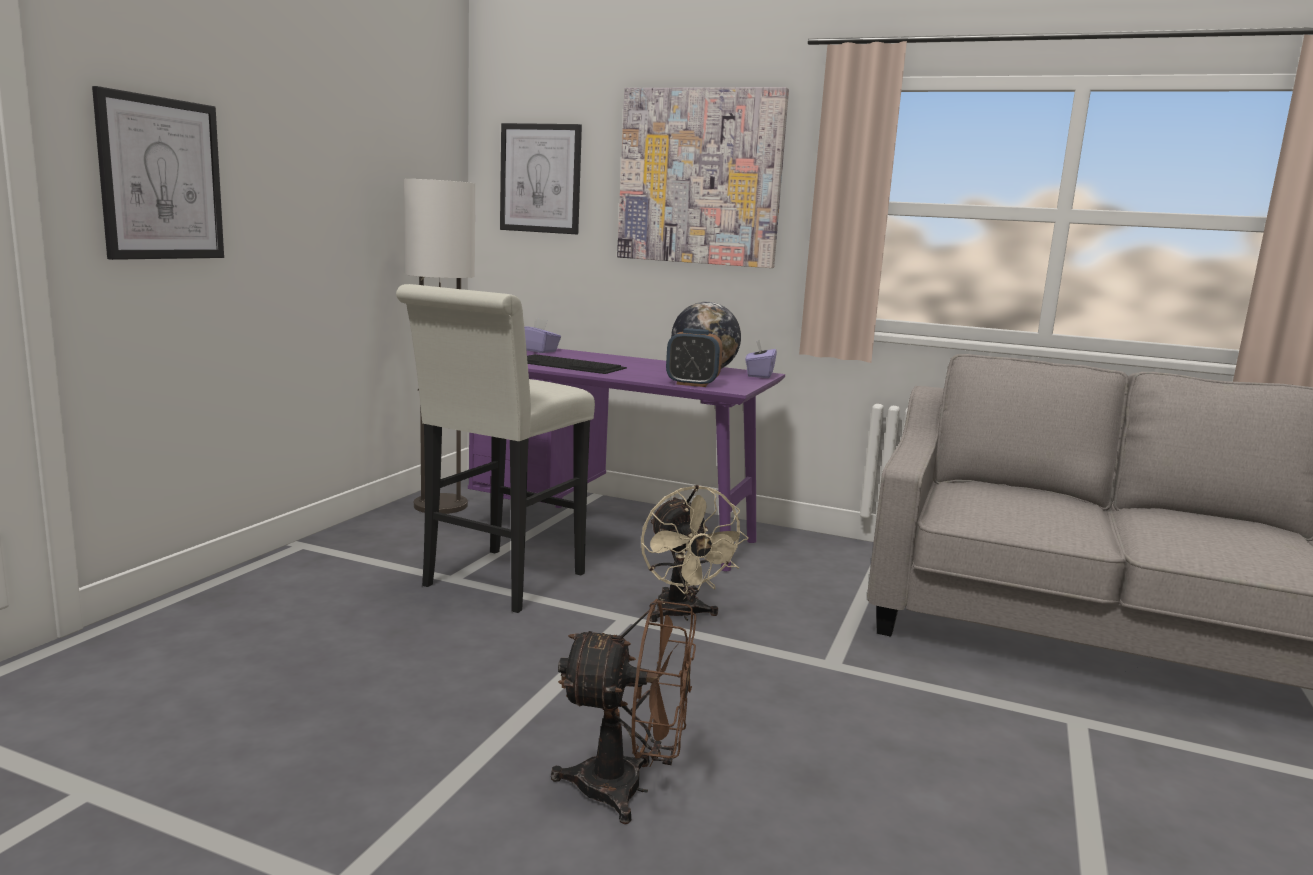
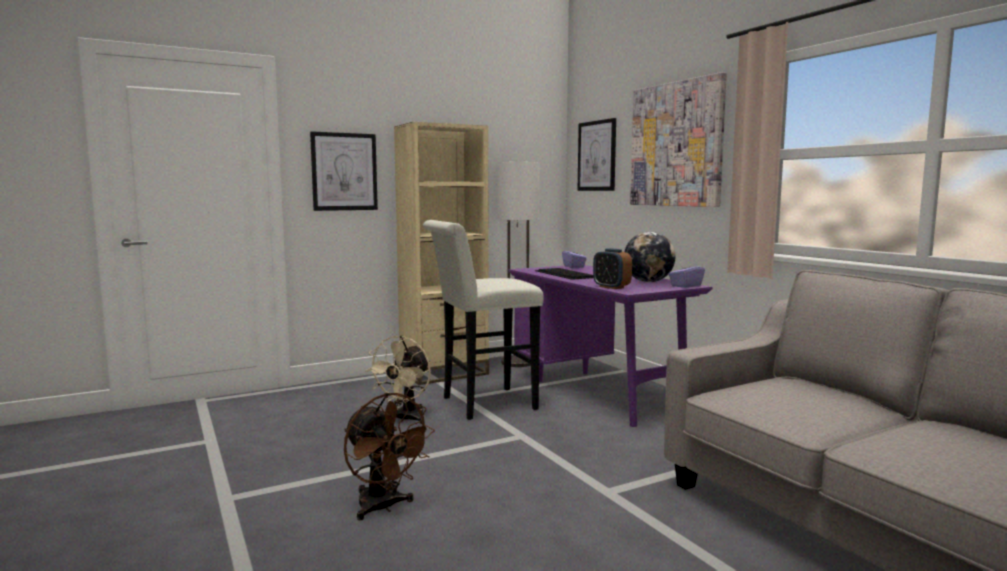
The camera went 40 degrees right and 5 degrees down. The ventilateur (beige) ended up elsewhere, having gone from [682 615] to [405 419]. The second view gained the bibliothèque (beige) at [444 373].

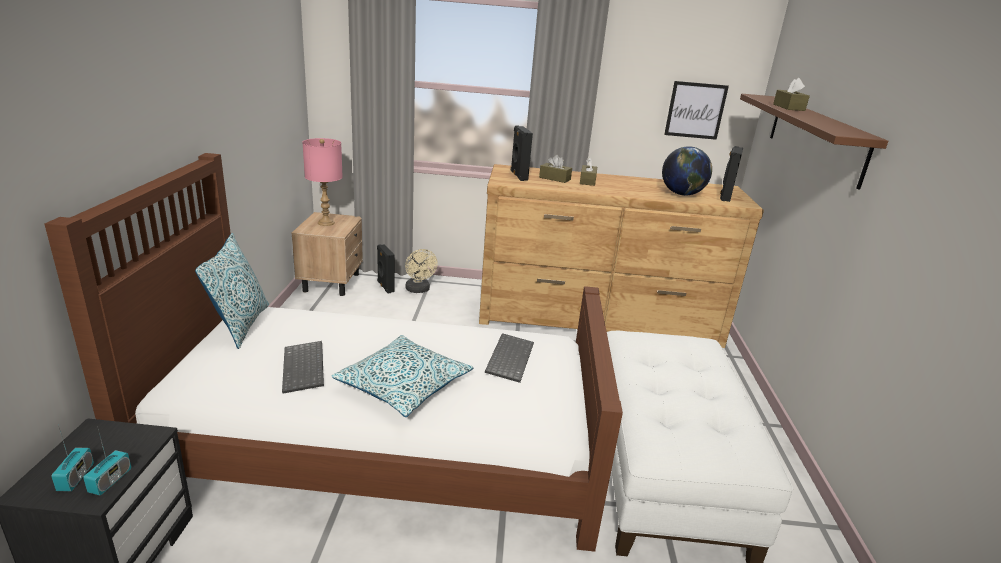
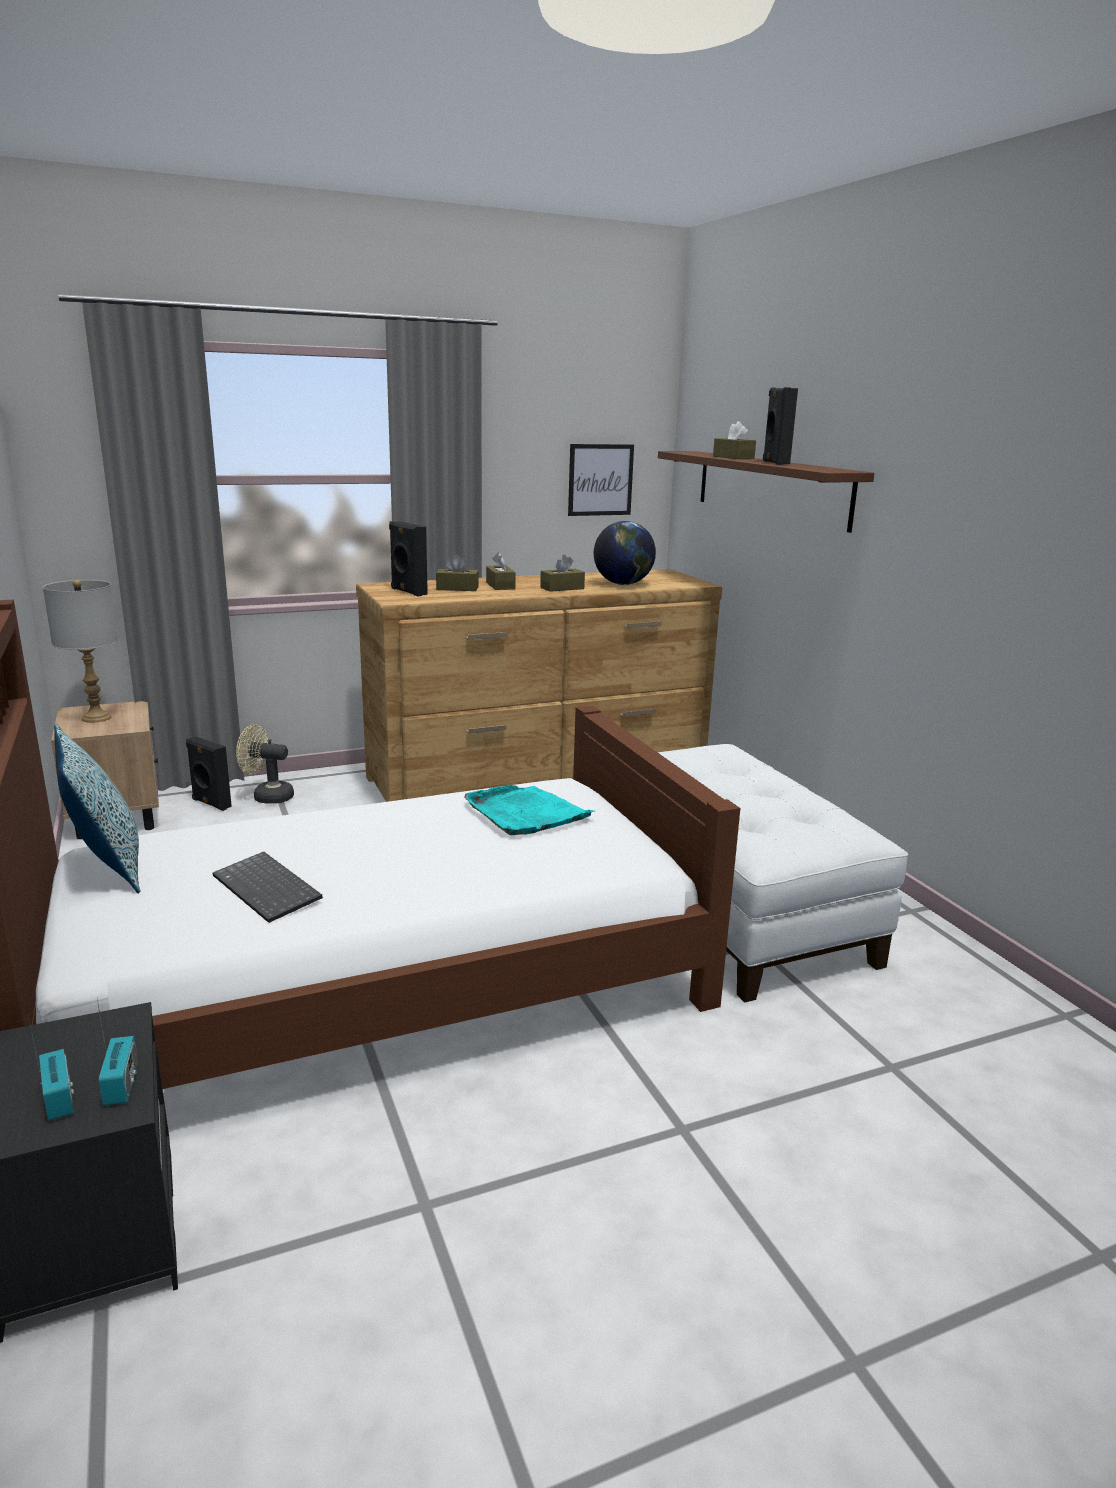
The camera went 25 degrees left and 5 degrees down. What was the lampe de table (rose) at [326 223] turned into the lampe de table (gris) at [97 718]. The second view lost the coussin at [403 385]. The ventilateur (beige) at [419 290] ended up facing another way, 150 degrees clockwise from before. Where the clavier stood at [509 358], the plateau (turquoise) came to stand at [526 813]. The enceinte (noir) ended up elsewhere, having gone from [725 196] to [774 463]. The second view gained the boîte à mouchoirs (marron) at [562 588].

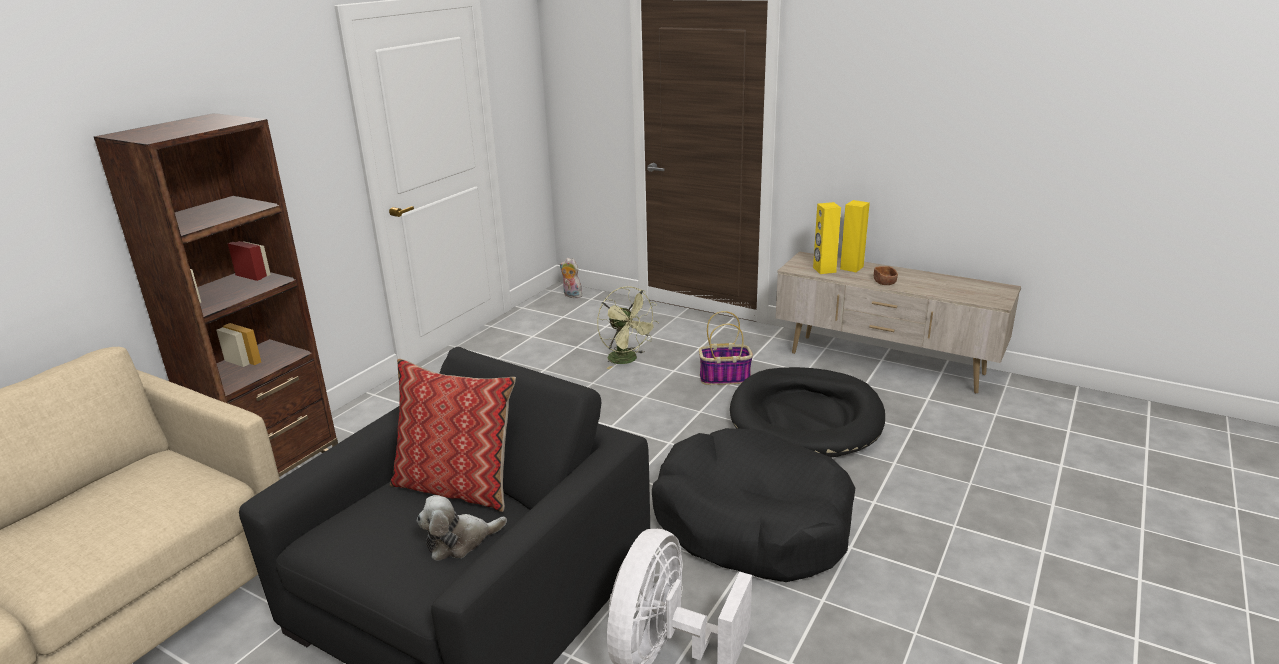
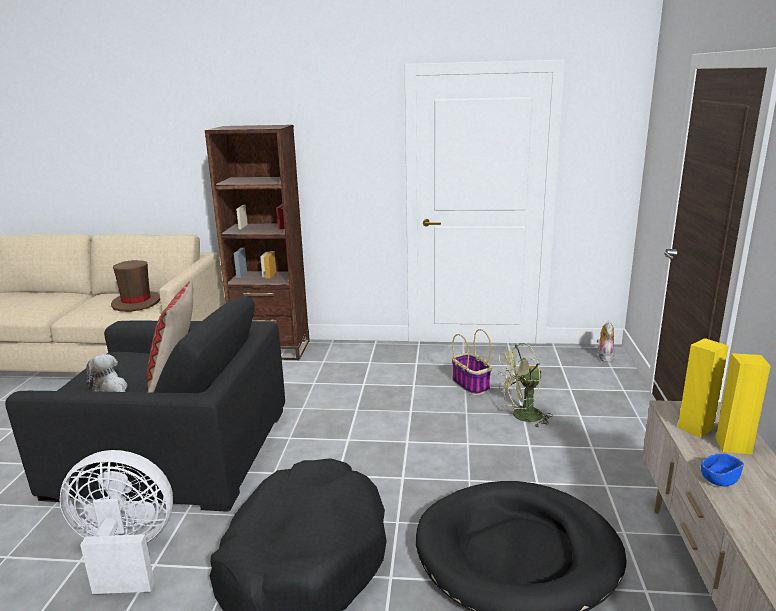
The camera went 65 degrees right and 5 degrees down. The ventilateur (vert) at [627 360] ended up facing another way, 45 degrees clockwise from before. The panier ended up elsewhere, having gone from [725 378] to [471 385]. What was the bol (marron) at [884 282] turned into the bol (bleu) at [719 479]. The second view gained the chapeau (marron) at [136 303].

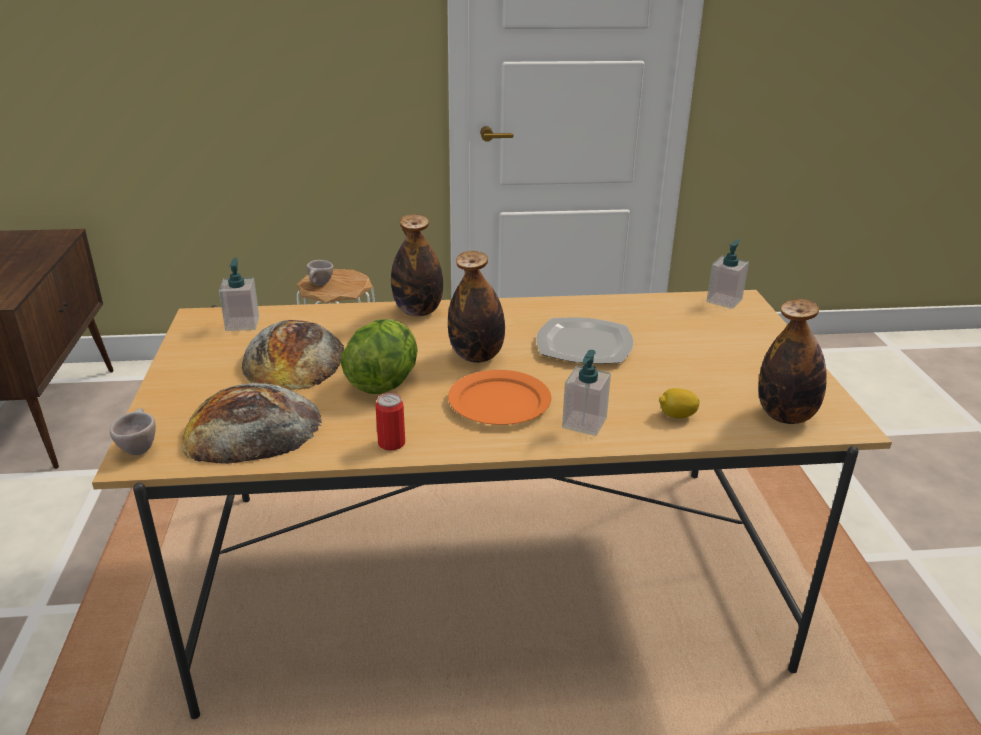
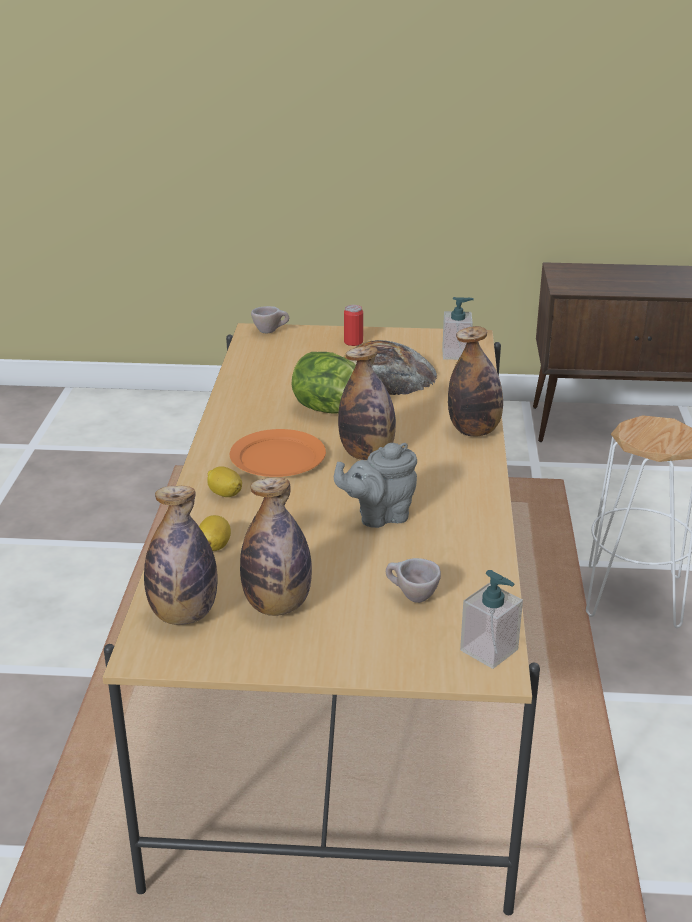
The camera went 100 degrees right and 0 degrees up. The second view lost the pain at [252 429]. The tasse (beige) ended up elsewhere, having gone from [319 285] to [411 597]. The boîte métallique ended up elsewhere, having gone from [391 443] to [353 342]. Where the assiette stood at [583 344], the théière (gris) came to stand at [379 516]. Where the distributeur de savon stood at [584 423], the citron came to stand at [225 494]. The second view gained the bouteille at [277 605].

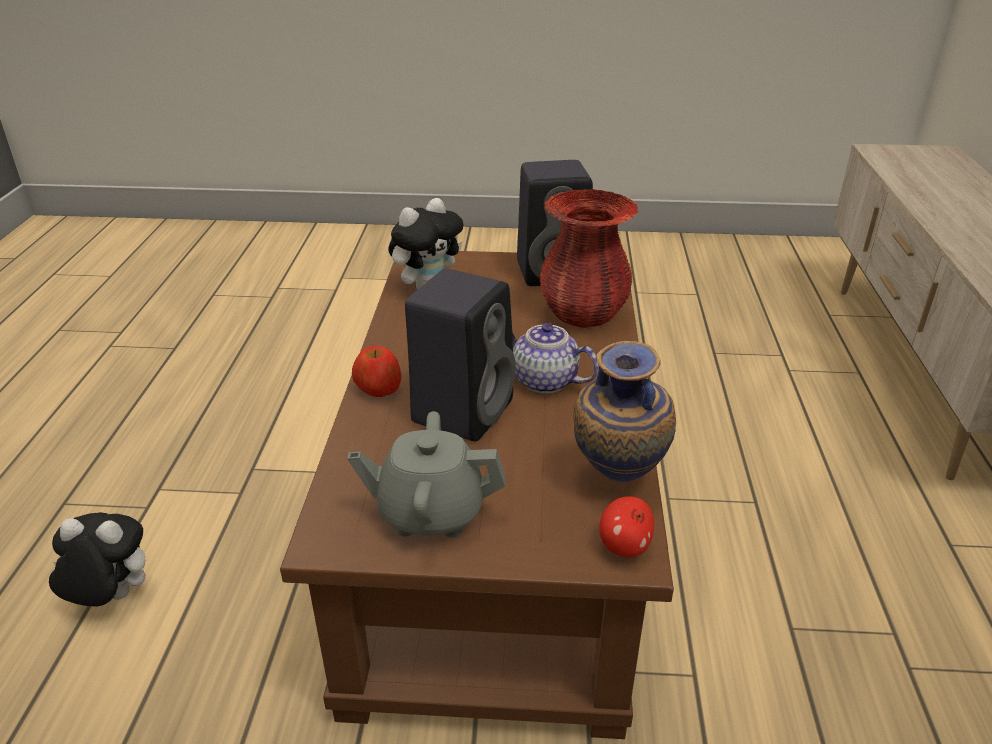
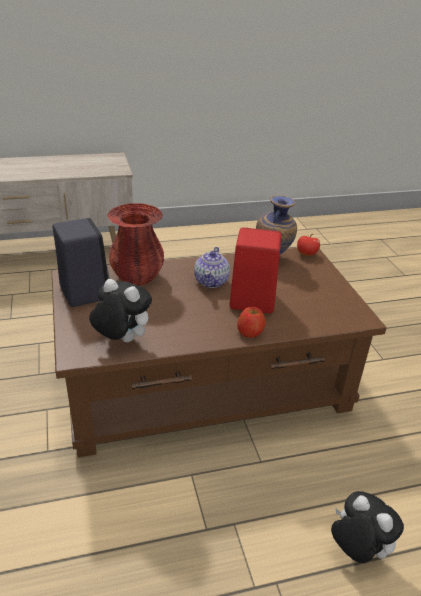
The camera went 110 degrees left and 0 degrees up. The peluche at [111 598] ended up facing another way, 150 degrees clockwise from before. The second view lost the théière (gris) at [430 513]. What was the enceinte (noir) at [463 409] turned into the enceinte (rouge) at [250 301].

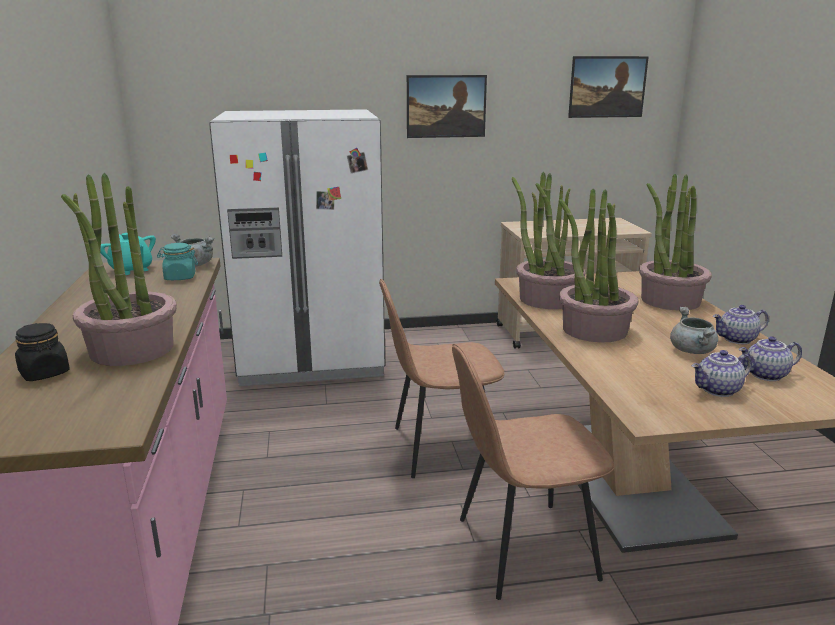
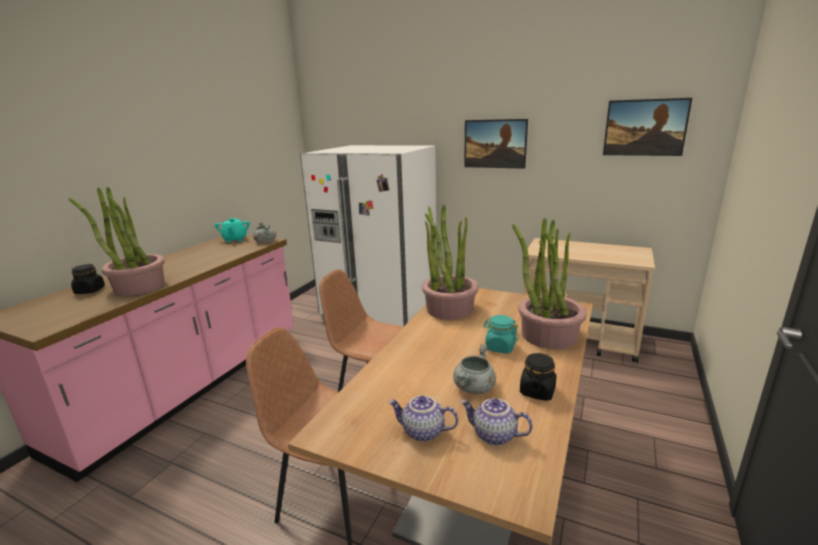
The camera went 35 degrees right and 0 degrees up. The bocal (turquoise) ended up elsewhere, having gone from [180 277] to [500 347]. The second view lost the plante en pot at [594 330]. Where the théière stood at [737 340], the bocal (noir) came to stand at [537 391].

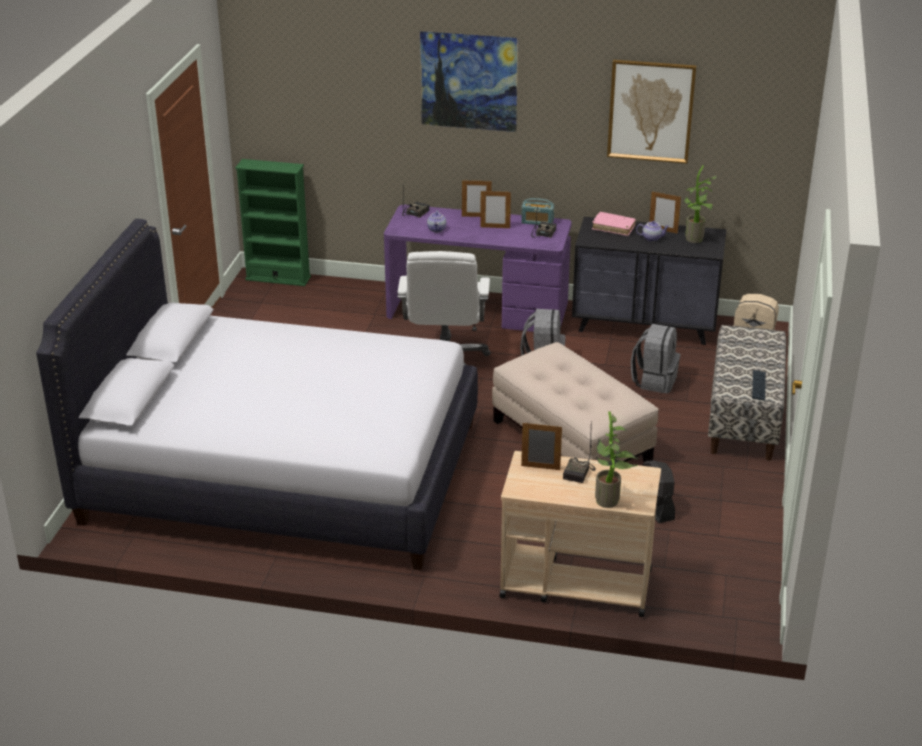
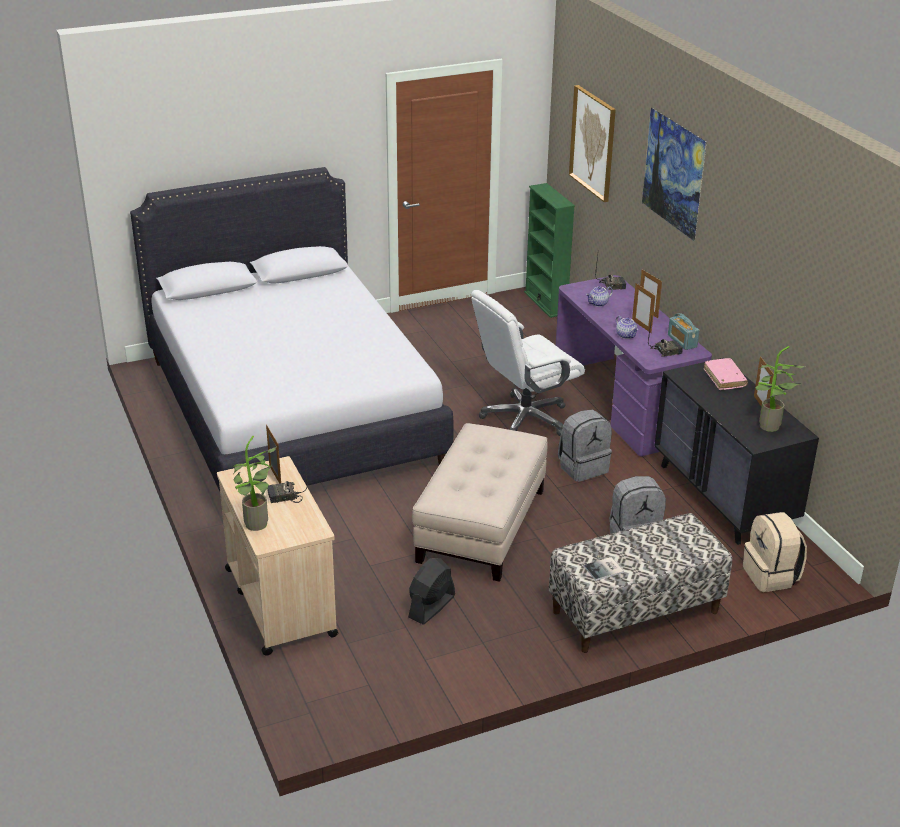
The camera went 55 degrees right and 0 degrees up. The tableau ended up elsewhere, having gone from [650 111] to [593 143]. The théière ended up elsewhere, having gone from [652 238] to [626 335]. Where the clavier stood at [758 386], the livre came to stand at [604 570].

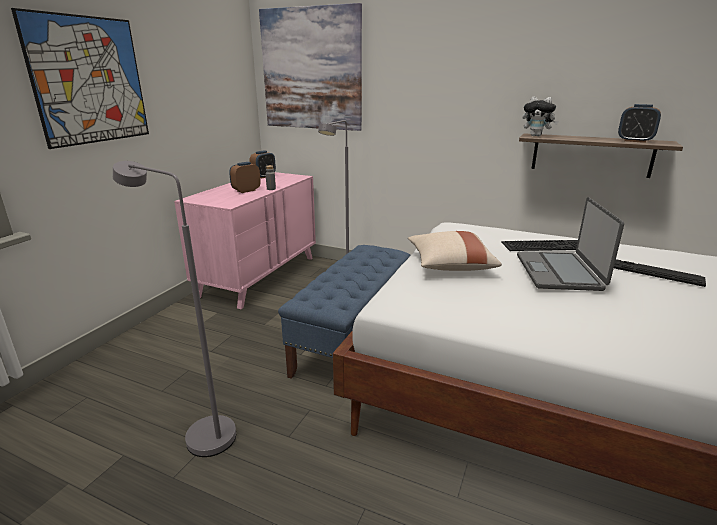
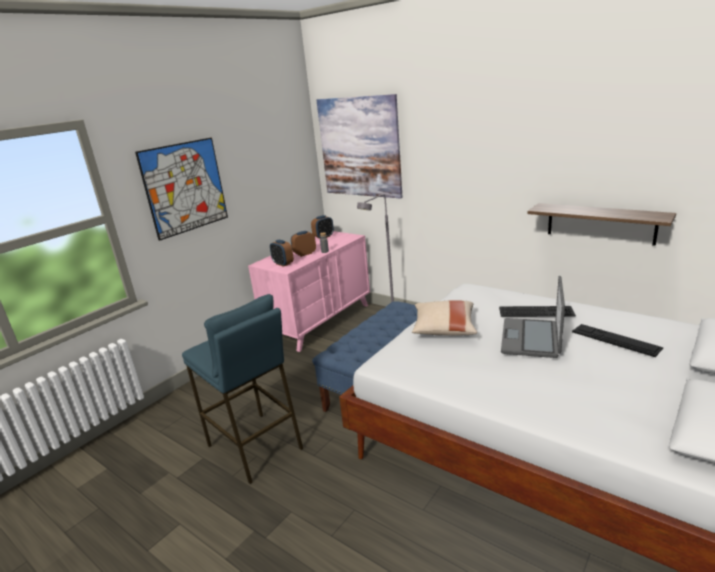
The camera went 15 degrees right and 0 degrees up. Where the lampadaire (gris) stood at [202 432], the tabouret (bleu) came to stand at [255 447]. The second view lost the peluche at [537 136]. The réveil ended up elsewhere, having gone from [635 141] to [283 264].

